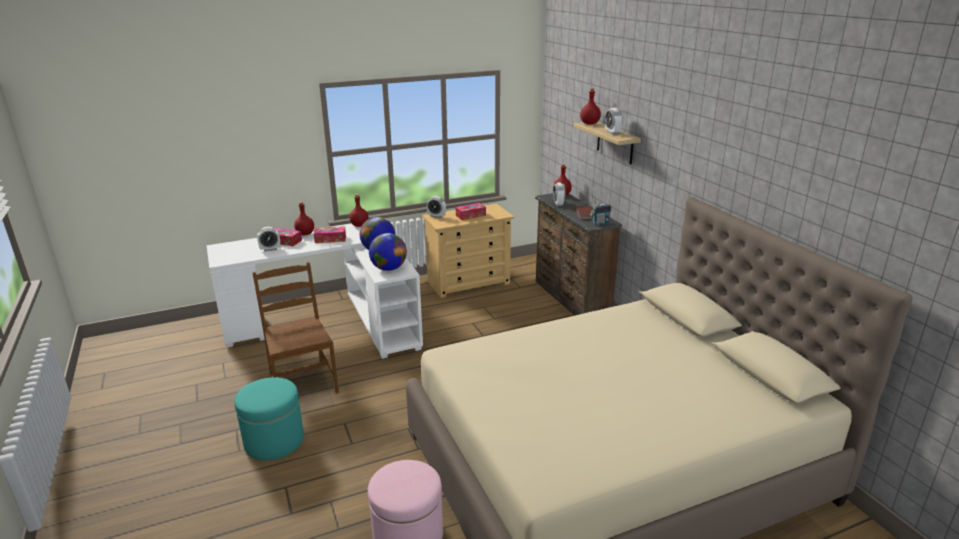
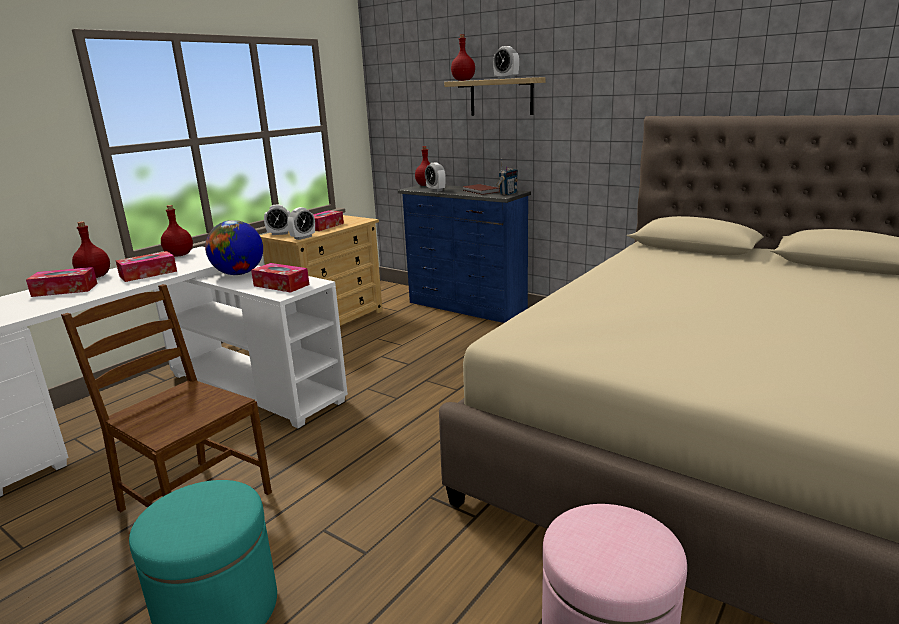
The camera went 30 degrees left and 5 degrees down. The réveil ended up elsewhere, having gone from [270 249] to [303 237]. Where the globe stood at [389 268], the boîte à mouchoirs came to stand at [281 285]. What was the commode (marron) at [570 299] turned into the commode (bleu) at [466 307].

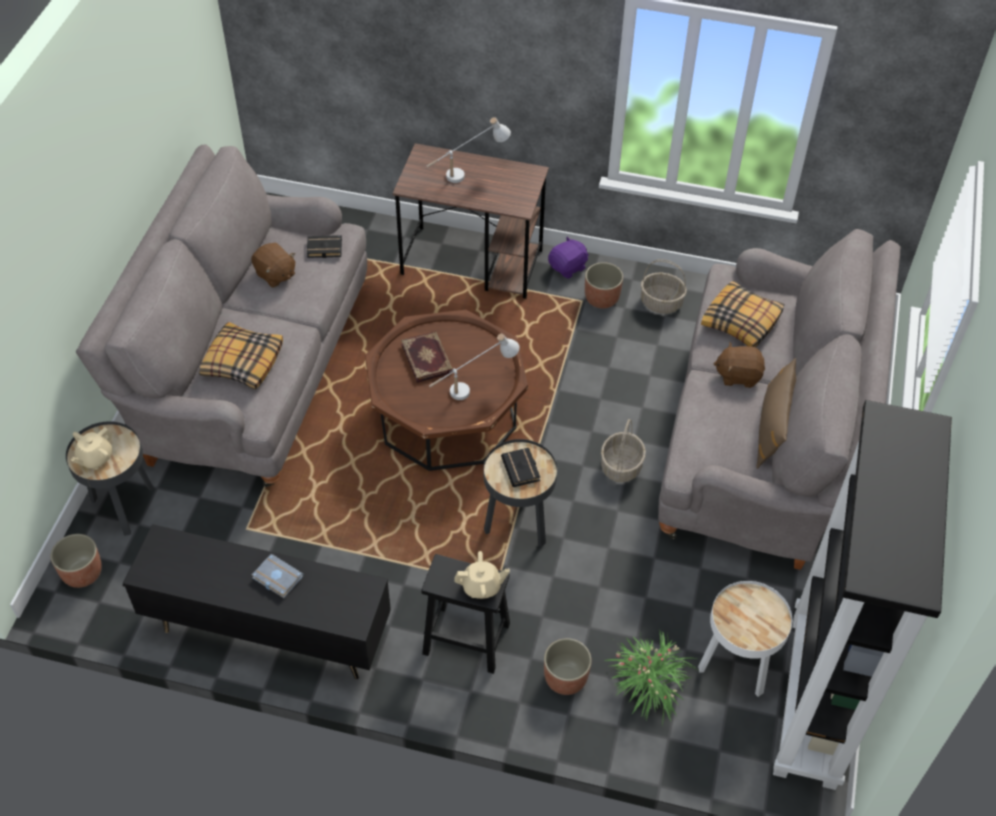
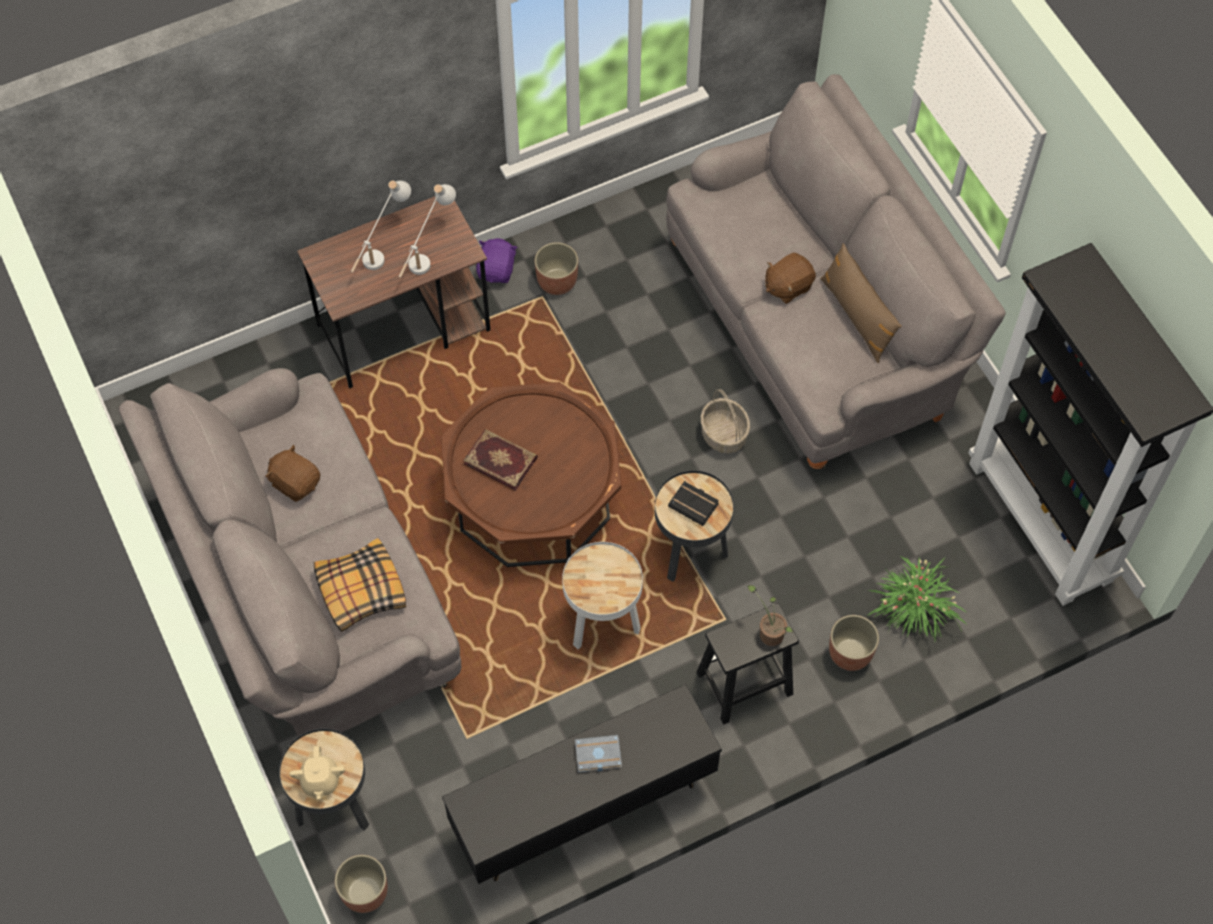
The camera went 40 degrees left and 10 degrees up. The peluche (marron) at [275 275] ended up facing another way, 150 degrees counterclockwise from before. The second view lost the livre (noir) at [323 249]. The lampe de table (blanc) ended up elsewhere, having gone from [474 388] to [428 253]. Where the théière (beige) stood at [481 587], the plante en pot came to stand at [769 631]. The second view lost the panier at [661 302]. The table d'appoint (blanc) ended up elsewhere, having gone from [735 666] to [602 622]. The second view lost the coussin at [741 322].

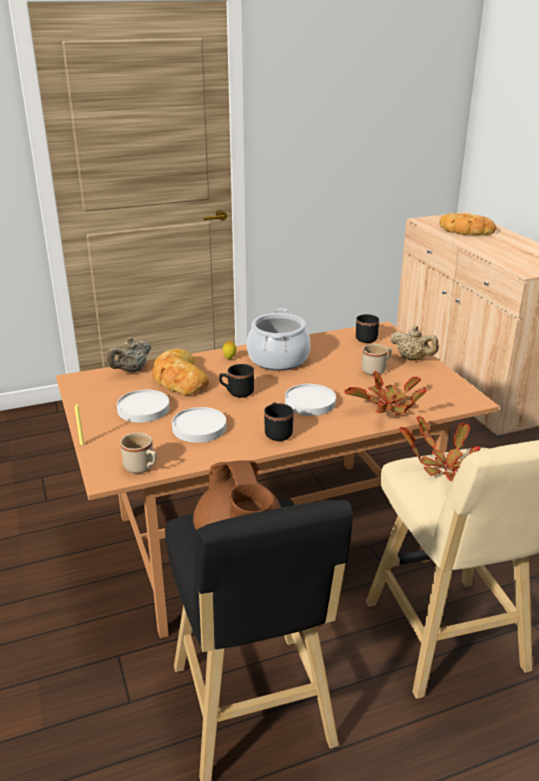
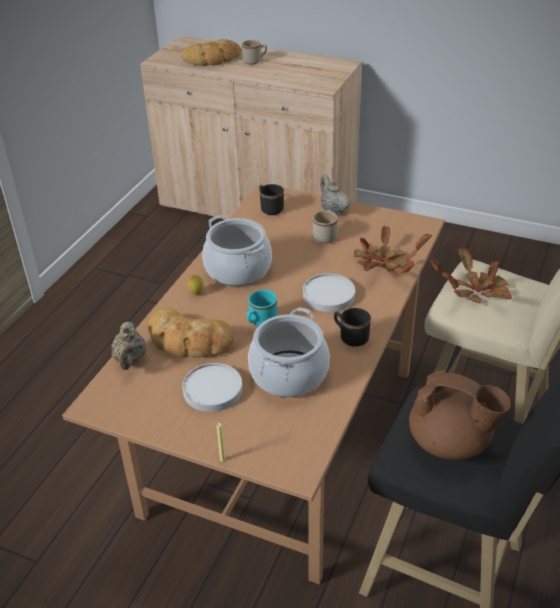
The camera went 45 degrees left and 10 degrees up. The mug (beige) ended up elsewhere, having gone from [142 468] to [255 61]. Where the assiette (blanc) stood at [199 427], the marmite came to stand at [288 374]. What was the mug (noir) at [237 392] turned into the mug (turquoise) at [260 322]. The théière (beige) at [412 358] ended up facing another way, 105 degrees counterclockwise from before.

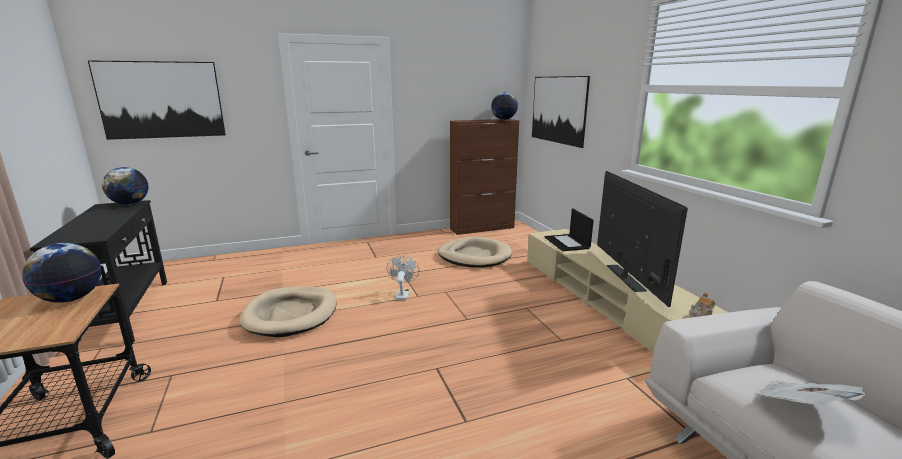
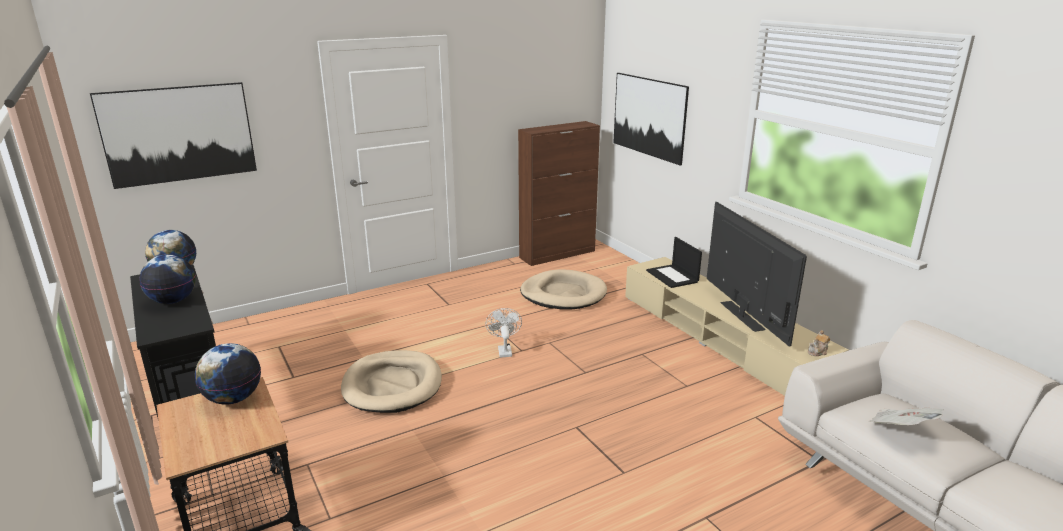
The camera went 10 degrees left and 5 degrees up. The globe ended up elsewhere, having gone from [504 119] to [173 301].

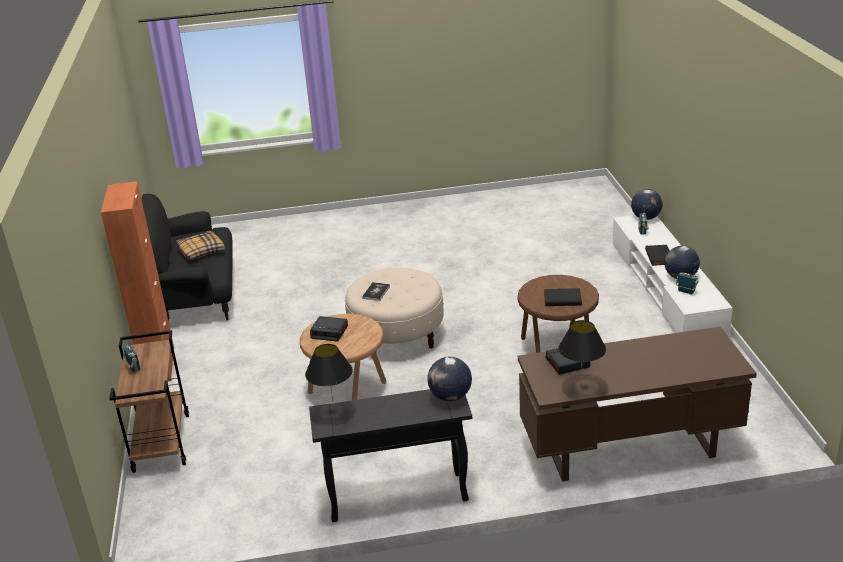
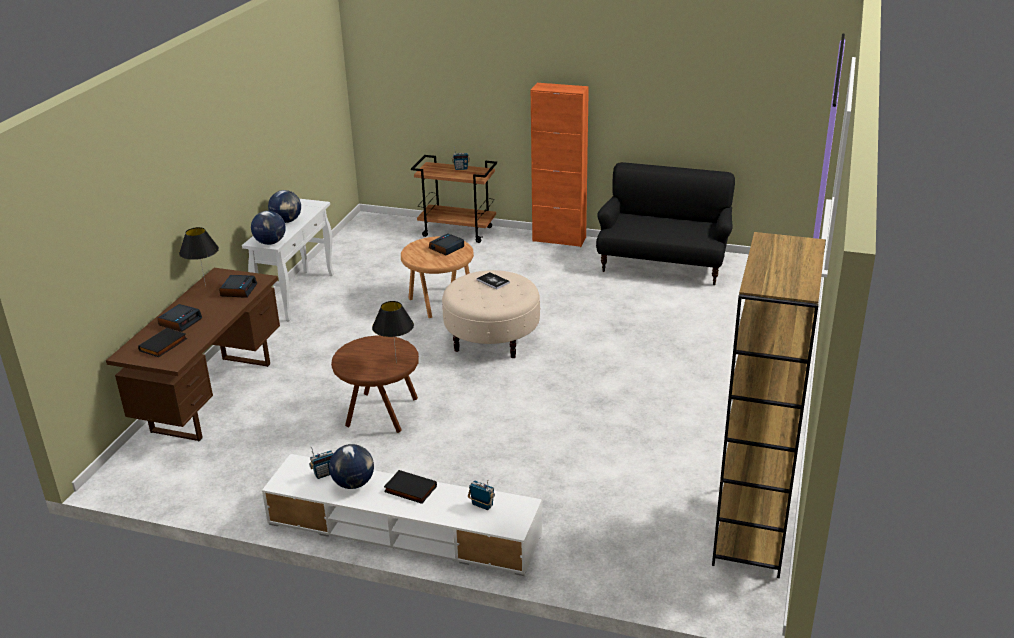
The camera went 115 degrees right and 0 degrees up. The second view lost the coussin at [201 251]. The lampe de table (noir) ended up elsewhere, having gone from [334 411] to [396 363]. What was the table console (noir) at [396 497] turned into the table console (blanc) at [297 295]. The livre (noir) ended up elsewhere, having gone from [562 299] to [163 345]. The globe ended up elsewhere, having gone from [646 218] to [287 221]. The second view gained the réveil at [180 322]. The second view gained the bibliothèque (marron) at [753 530].

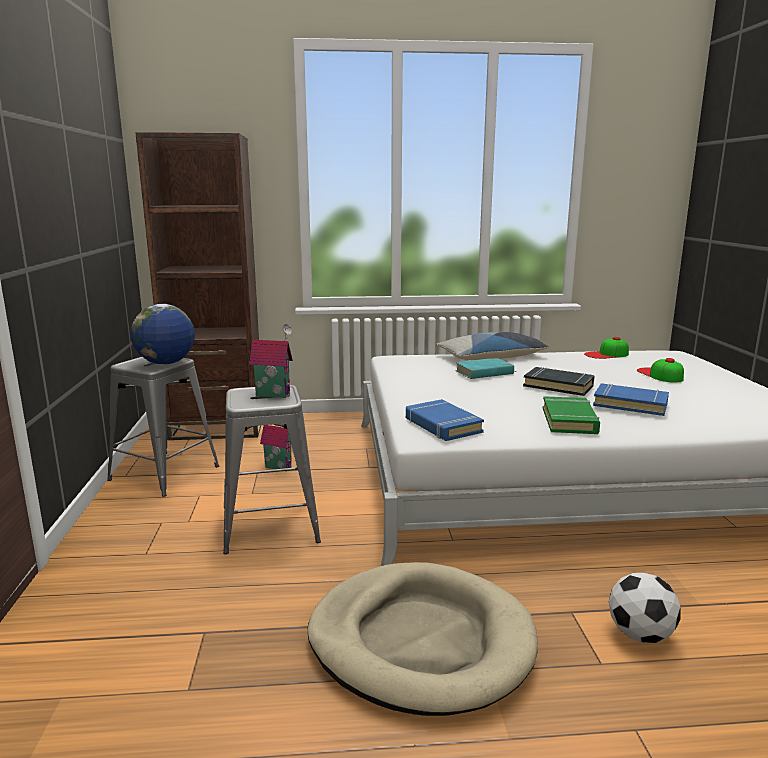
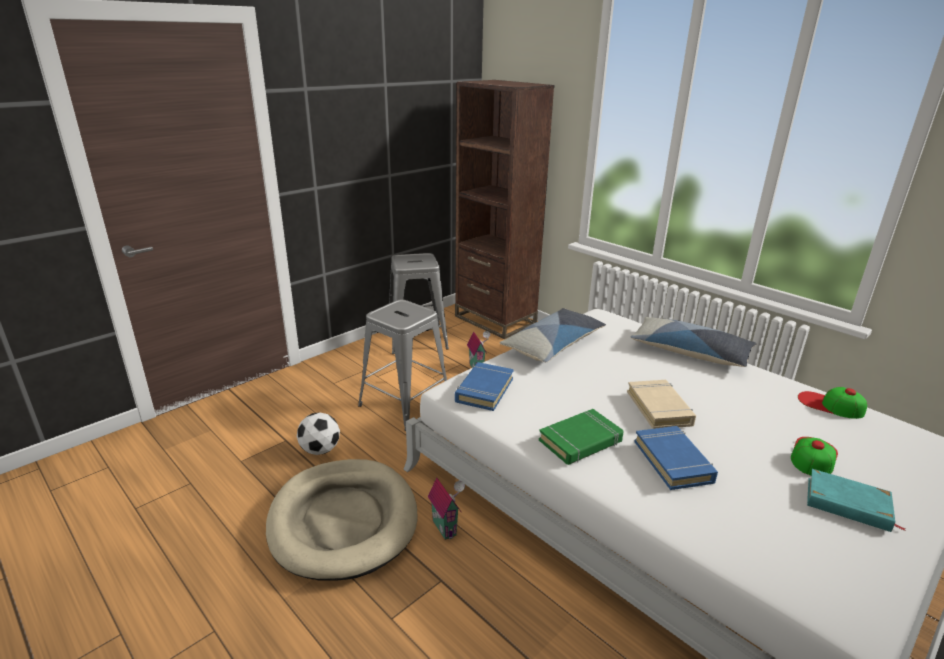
The camera went 50 degrees right and 10 degrees up. The second view lost the globe at [166 363]. The maison miniature ended up elsewhere, having gone from [274 394] to [446 527]. The livre (turquoise) ended up elsewhere, having gone from [484 372] to [847 504]. What was the livre (noir) at [558 386] turned into the livre (beige) at [659 408]. The ballon de foot ended up elsewhere, having gone from [640 634] to [320 450]. The second view gained the coussin at [554 344].

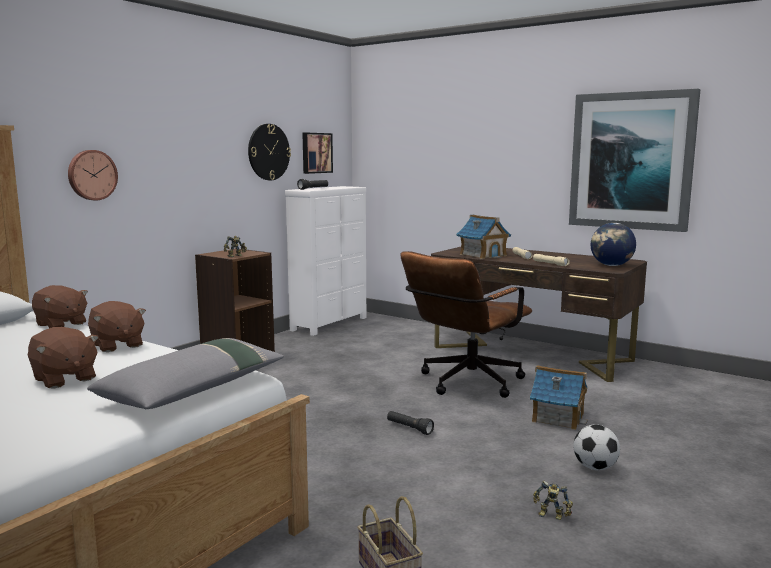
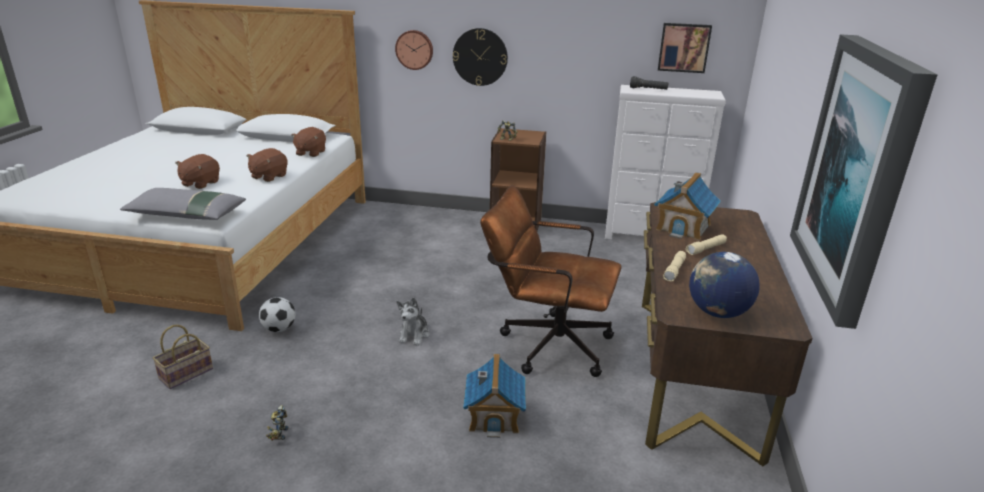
The camera went 65 degrees right and 15 degrees up. The horloge murale ended up elsewhere, having gone from [268 152] to [480 57]. Where the lampe de poche (noir) stood at [409 428], the peluche came to stand at [414 335]. The ballon de foot ended up elsewhere, having gone from [595 467] to [279 329].

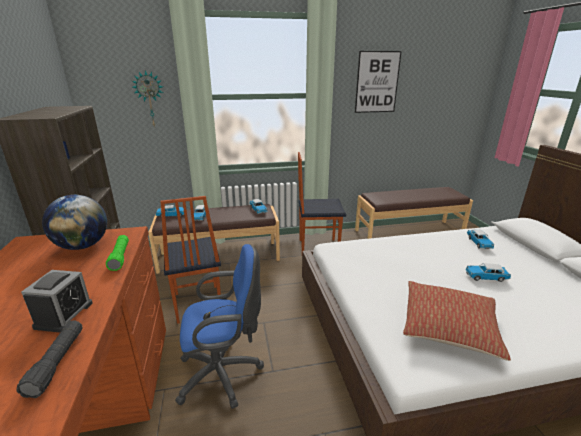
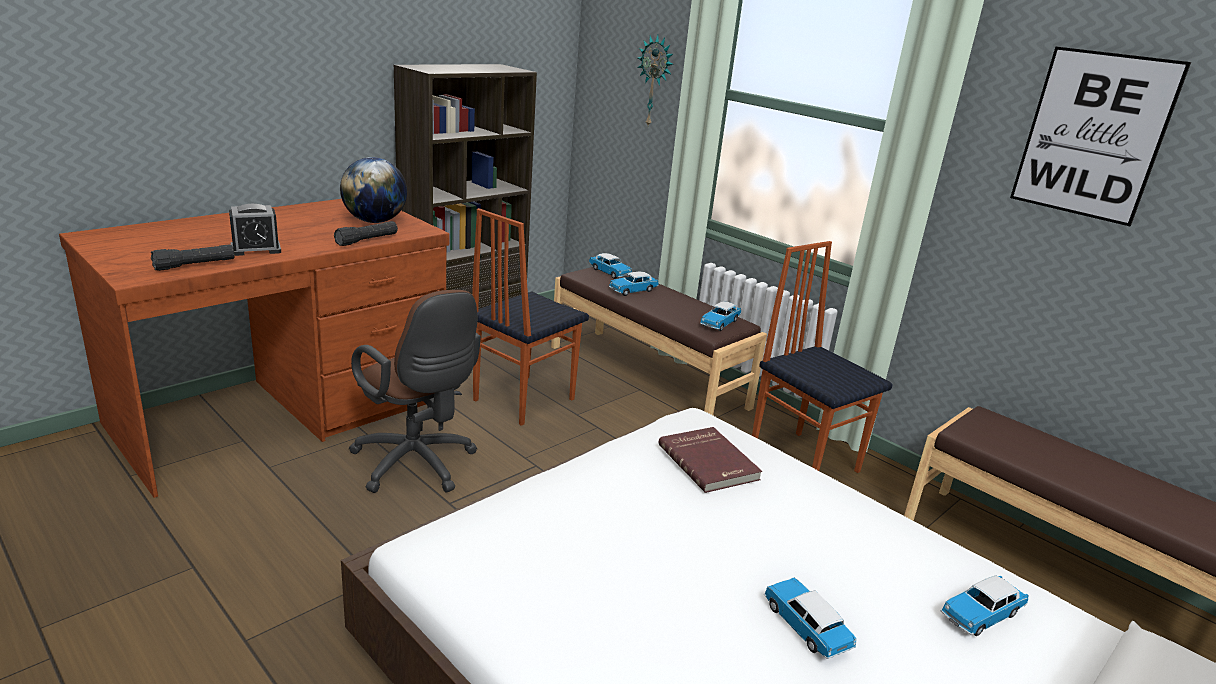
The camera went 55 degrees right and 0 degrees up. What was the lampe de poche (vert) at [120 257] turned into the lampe de poche (noir) at [367 240]. What was the chaise de bureau (bleu) at [224 373] turned into the chaise de bureau (marron) at [417 466]. The second view lost the coussin at [448 327]. The second view gained the livre (rouge) at [709 462].

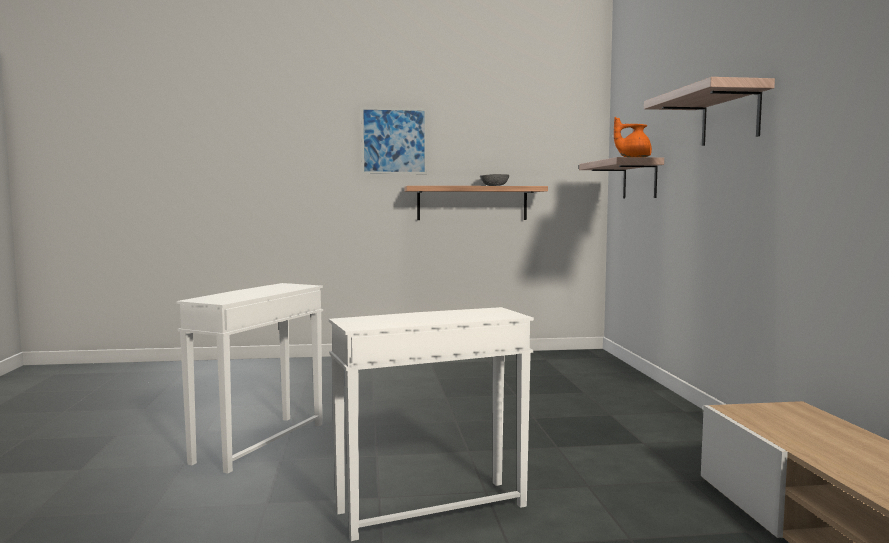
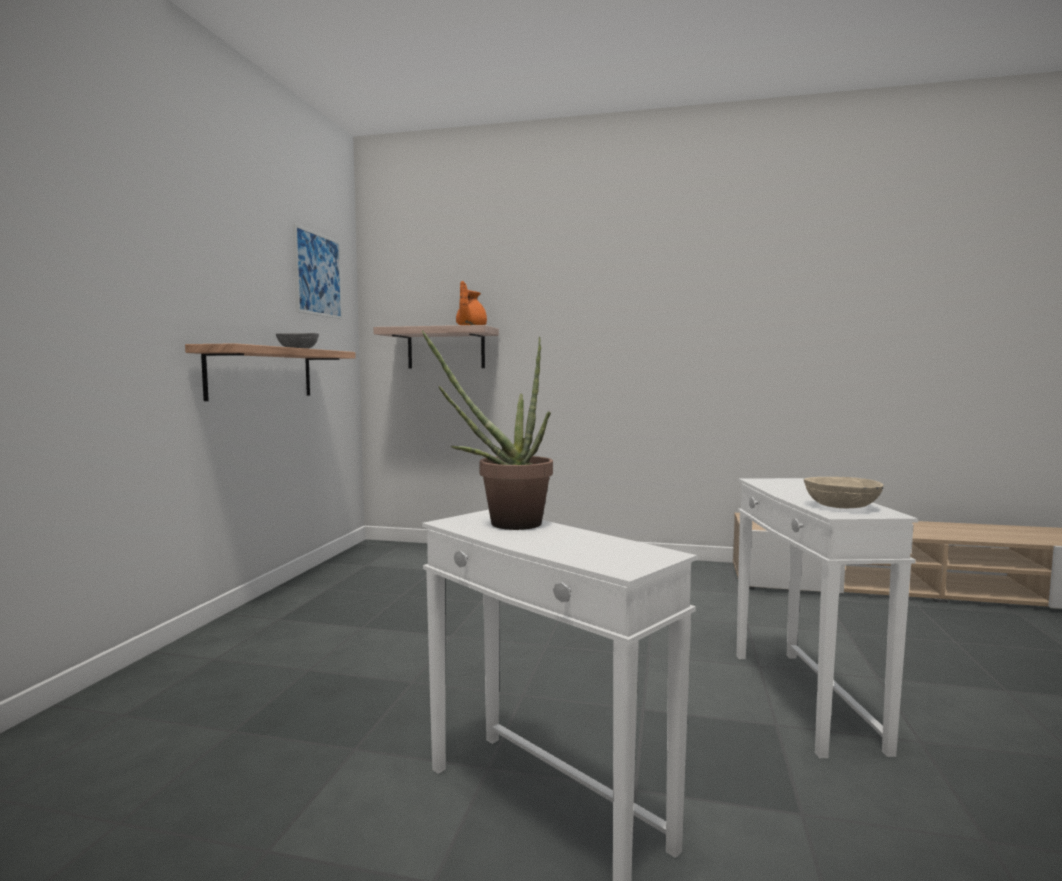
The camera went 70 degrees left and 0 degrees up. The tableau ended up elsewhere, having gone from [394 141] to [318 274]. The second view lost the étagère at [730 116]. The second view gained the plante en pot at [504 524]. The second view gained the bol (beige) at [841 506].

